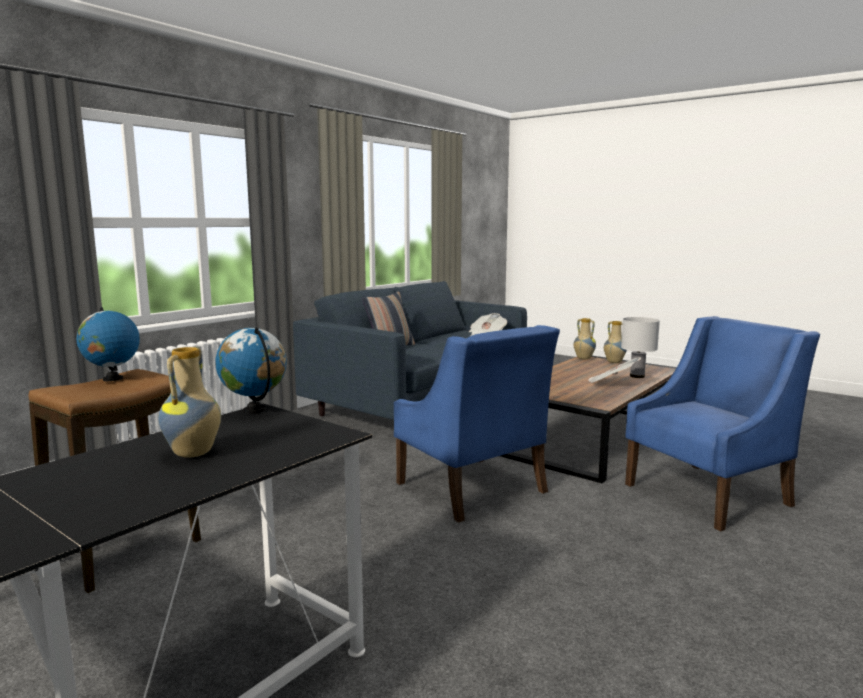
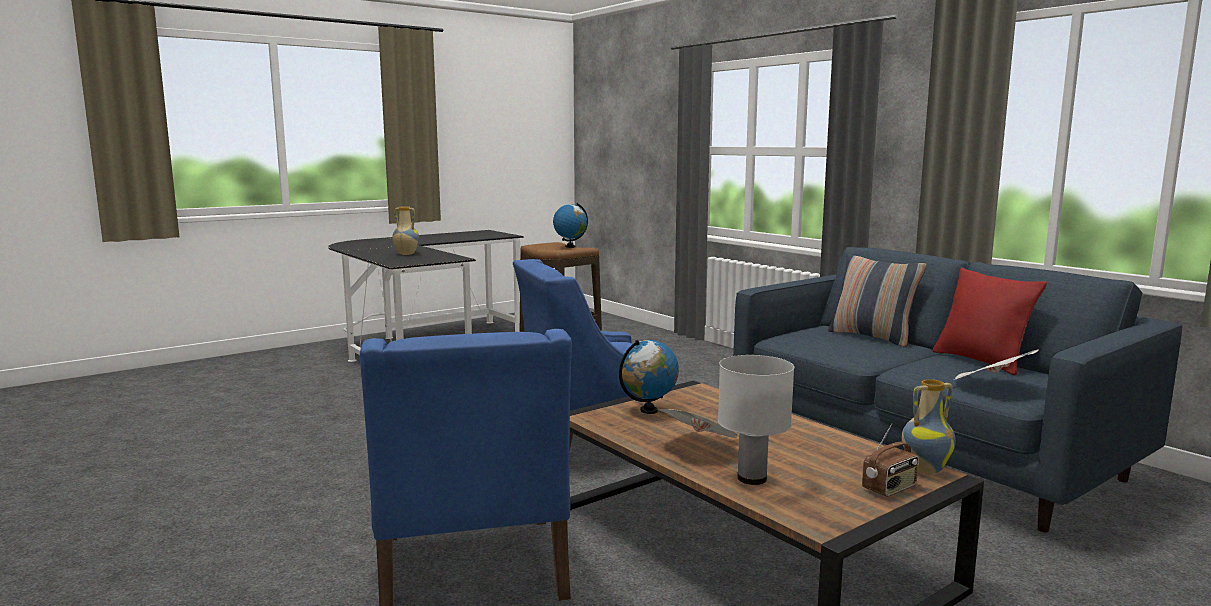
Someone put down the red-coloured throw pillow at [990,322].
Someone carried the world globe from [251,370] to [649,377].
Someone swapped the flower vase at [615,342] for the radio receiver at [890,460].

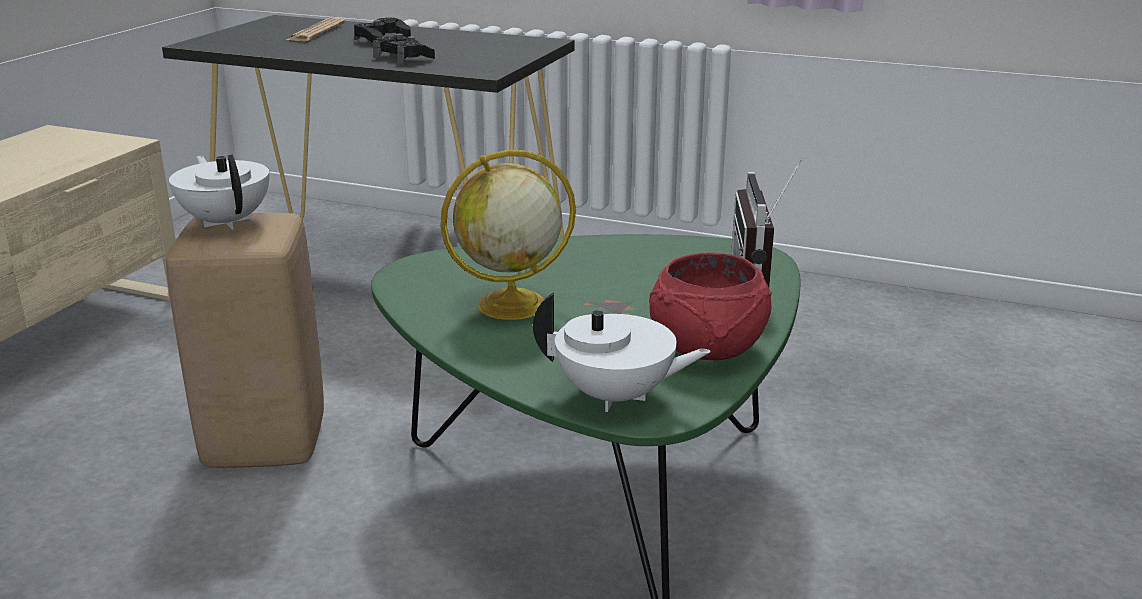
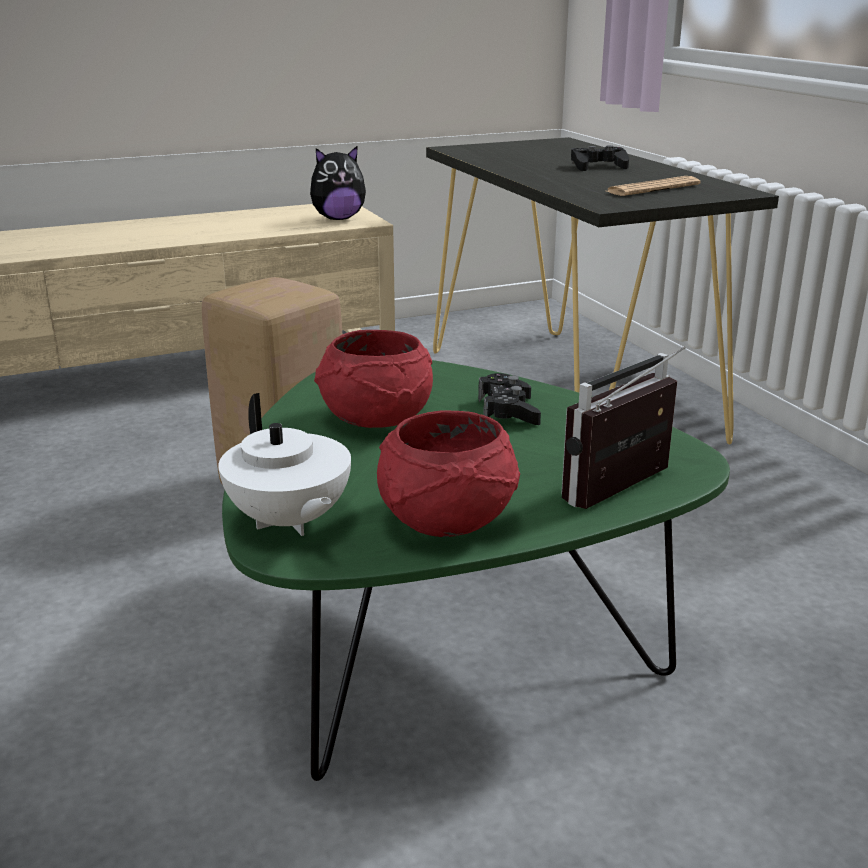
Someone took away the white pot for tea at [219,191].
Someone put down the cuddly toy at [338,183].
Someone carried the newspaper from [316,29] to [653,186].
Someone carried the black-coloured gamepad from [404,49] to [509,399].
Someone swapped the world globe at [508,235] for the red-coloured serving bowl at [373,379].

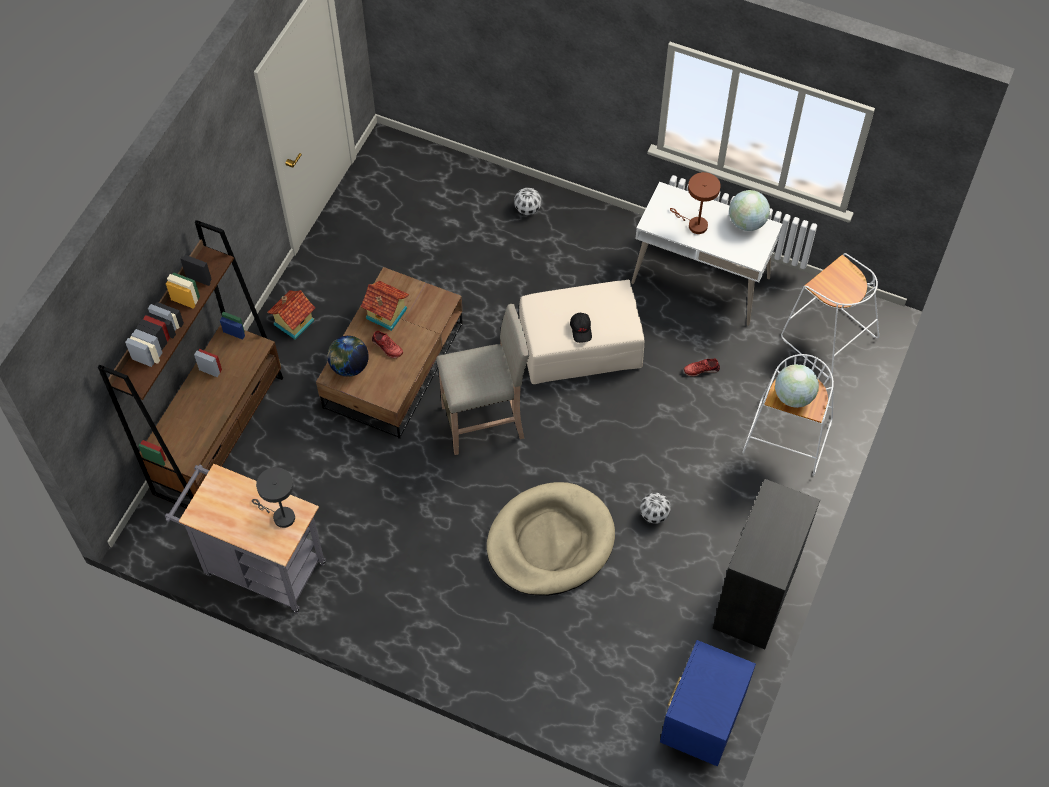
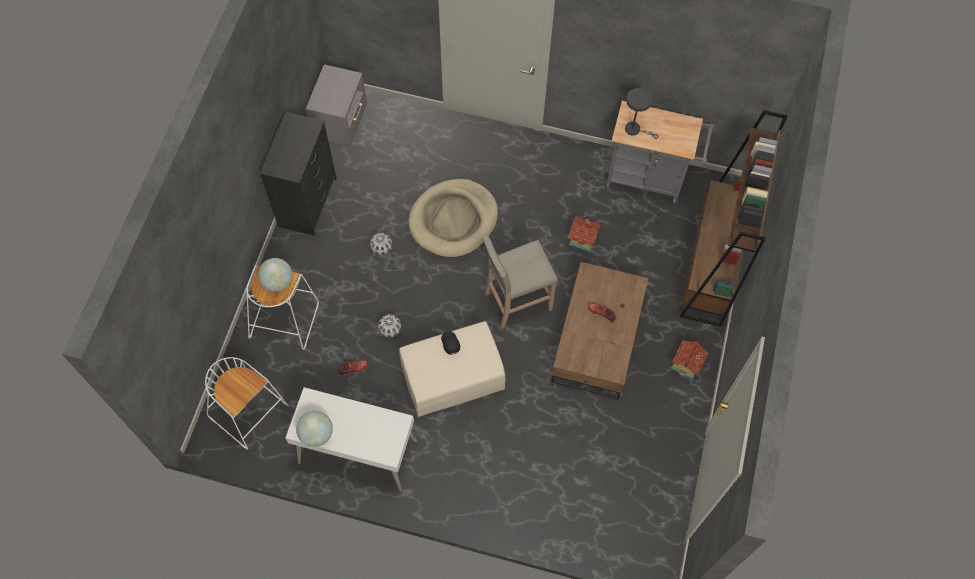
Someone took away the world globe at [348,356].
Someone took away the brownish lamp for a table at [695,203].
Someone carried the miniature house from [385,306] to [584,234].
Someone carried the football ball from [527,201] to [389,325].
Someone repainted the blue-coloured night table at [708,703], which became the greyish night table at [336,105].

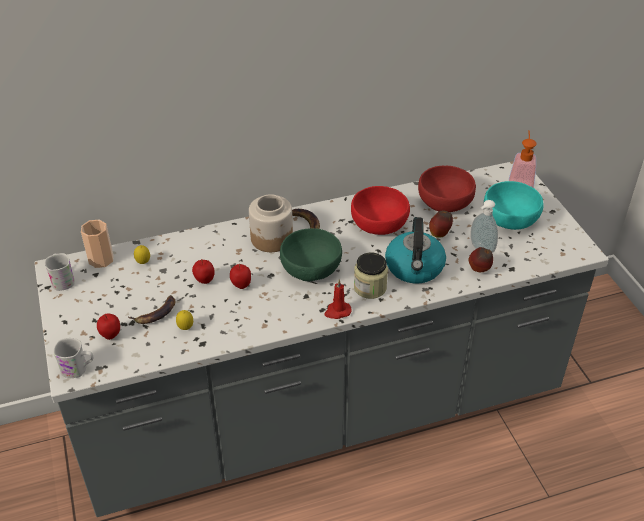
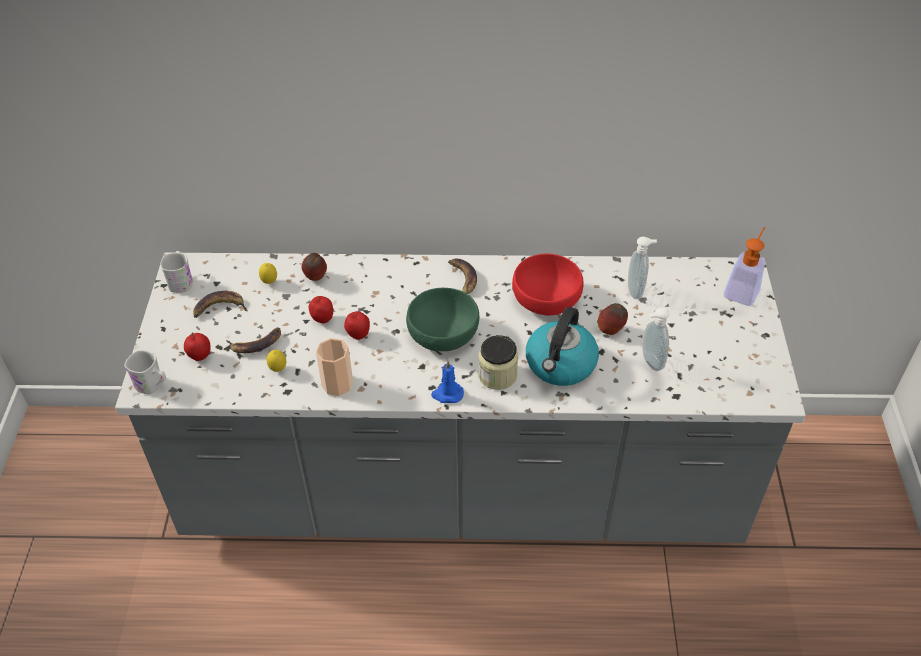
Someone took away the jar at [271,223].
Someone took away the turquoise-coloured serving bowl at [514,205].
Someone put down the whole banana at [220,304].
Someone carried the cup from [97,244] to [334,367].
Someone carried the whole apple from [480,259] to [314,267].
Someone swapped the red-coloured serving bowl at [447,189] for the liquid soap bottle at [642,268].
Someone repainted the red-coloured wax candle at [338,299], which became the blue-coloured wax candle at [447,382].

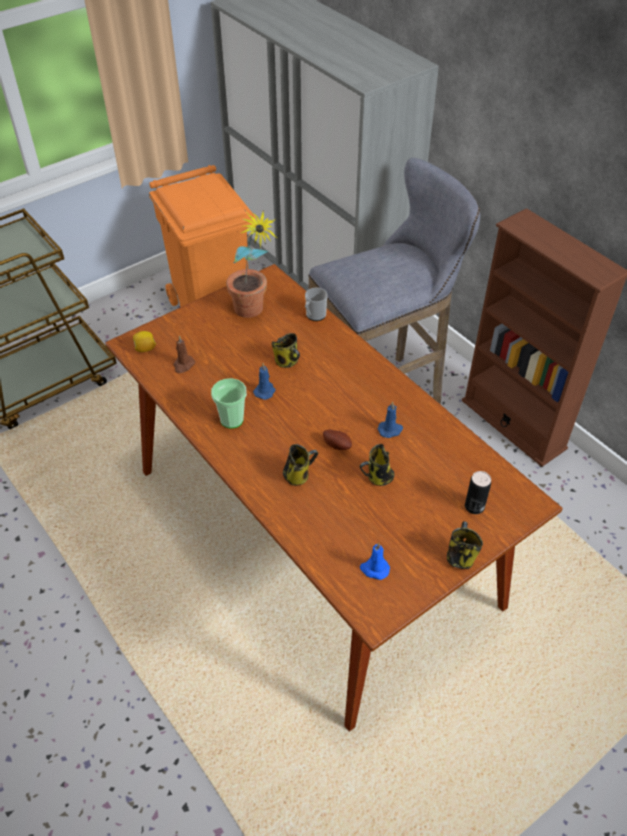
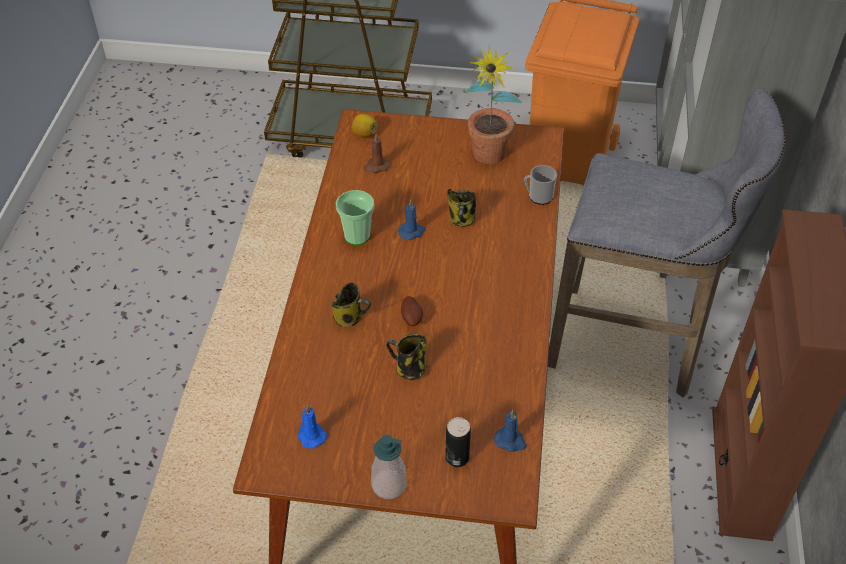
Someone carried the blue-coloured wax candle from [390,420] to [510,431].
Someone swapped the coffee mug at [465,545] for the liquid soap bottle at [389,467].

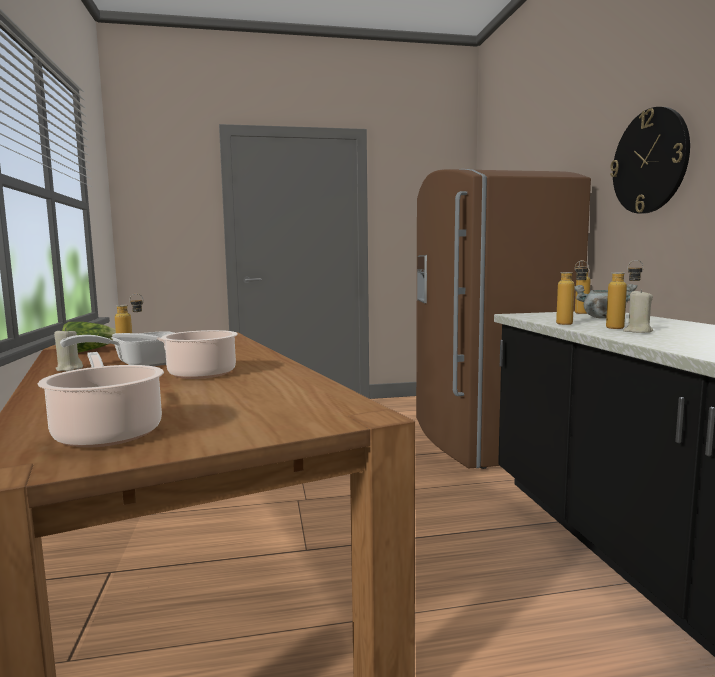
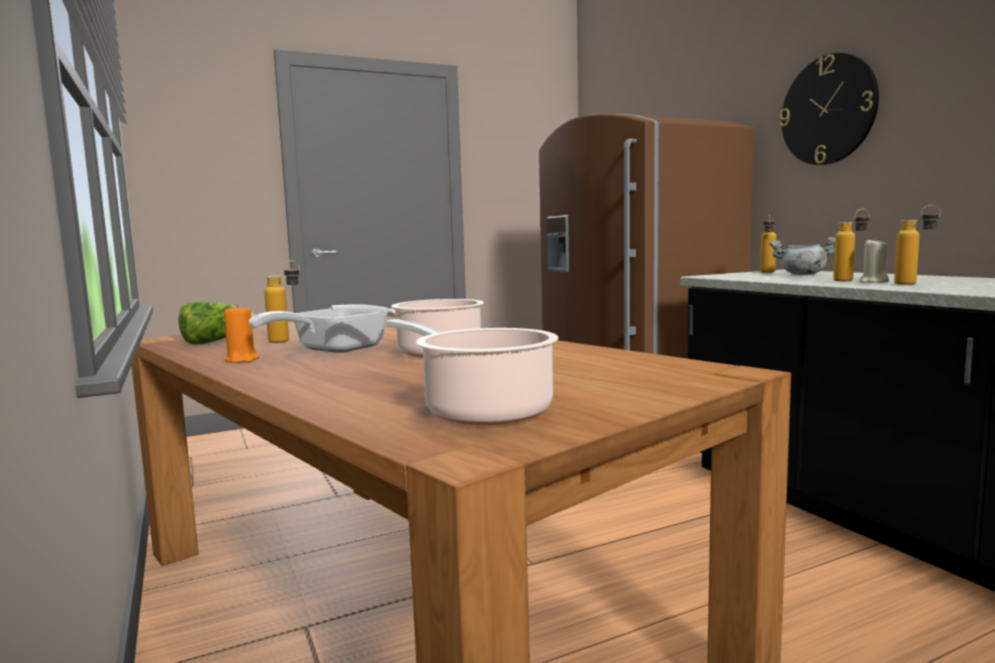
Someone carried the bottle from [572,292] to [917,245].
Someone repainted the sand-coloured wax candle at [68,349], which became the orangey wax candle at [241,333].

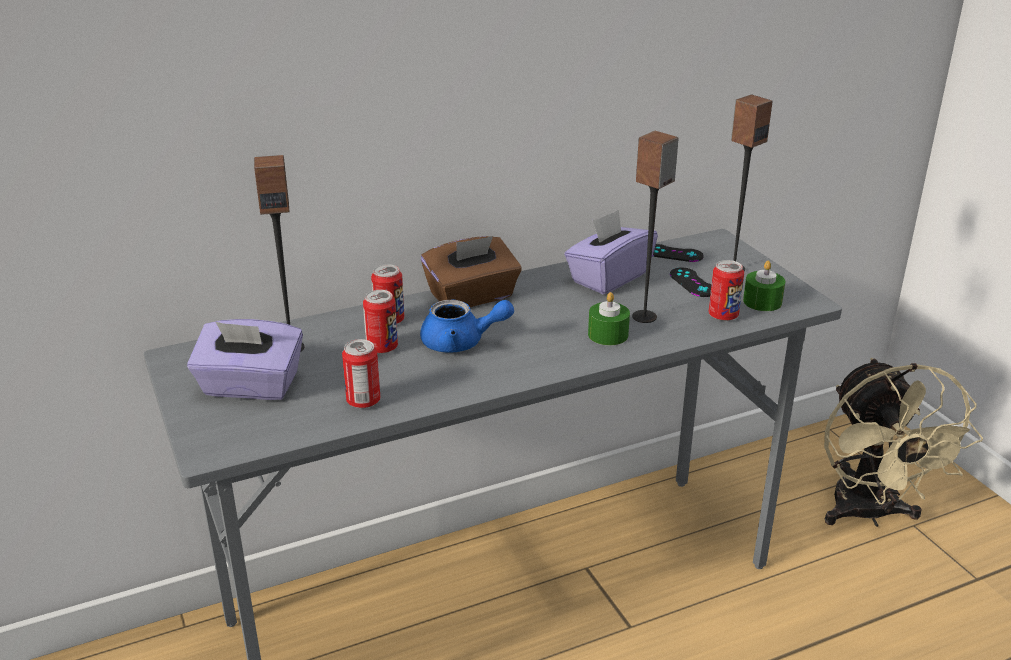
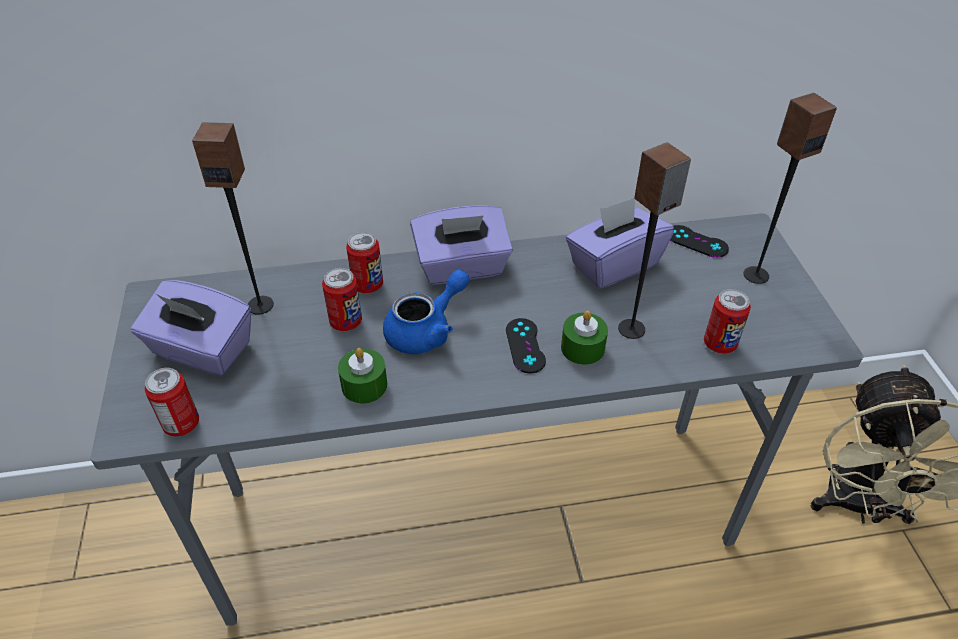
Someone carried the metal can from [361,373] to [172,402].
Someone carried the black-coloured gamepad from [690,282] to [526,345].
Someone carried the greenish wax candle from [764,286] to [362,376].
Someone repainted the brownish box of tissues at [471,271], which became the purple-coloured box of tissues at [461,245].
Someone rotated the blue-coloured pot for tea at [467,326] by 60 degrees counterclockwise.

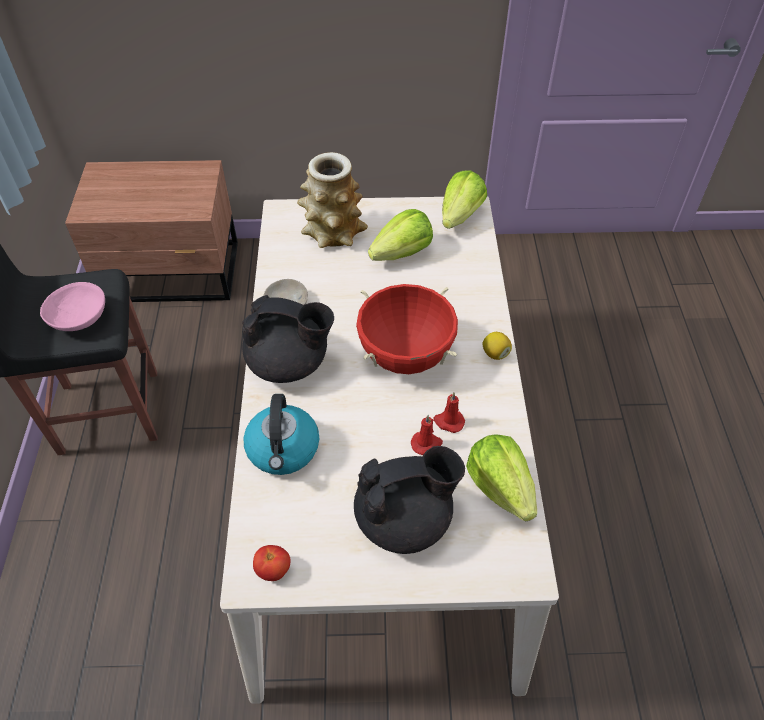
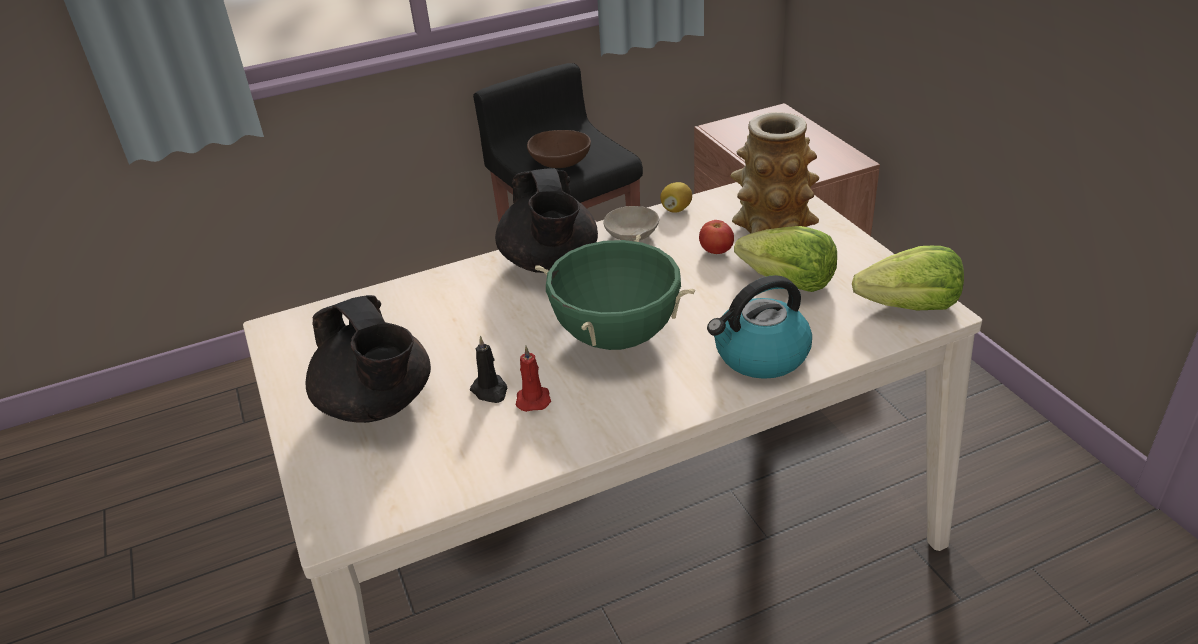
Someone took away the lettuce head at [501,477].
Someone carried the tea kettle from [281,434] to [759,327].
Someone carried the tomato from [271,563] to [716,237].
Someone carried the whole lemon from [497,346] to [676,197].
Someone repainted the pink serving bowl at [72,306], which became the brownish serving bowl at [559,149].
Someone repainted the red-coloured stockpot at [407,329], which became the greenish stockpot at [615,292].
Someone repainted the red-coloured wax candle at [427,435], which became the black-coloured wax candle at [489,369].

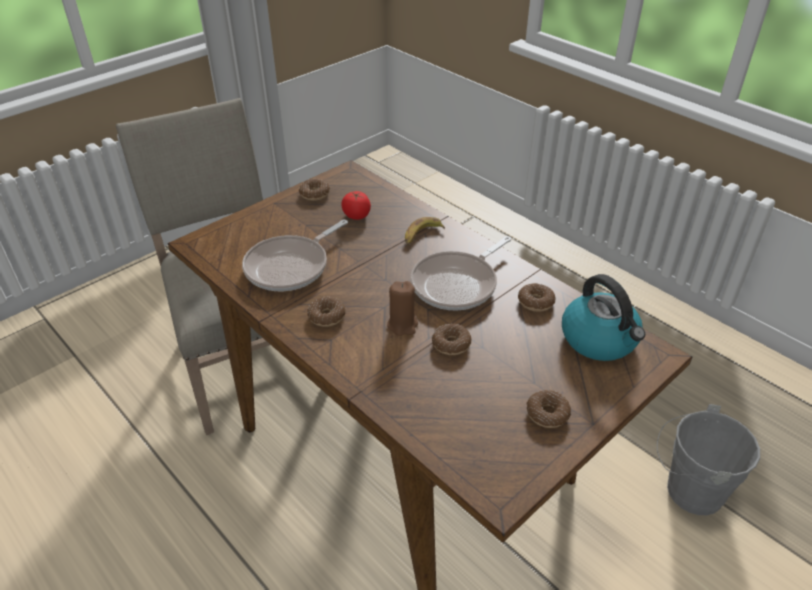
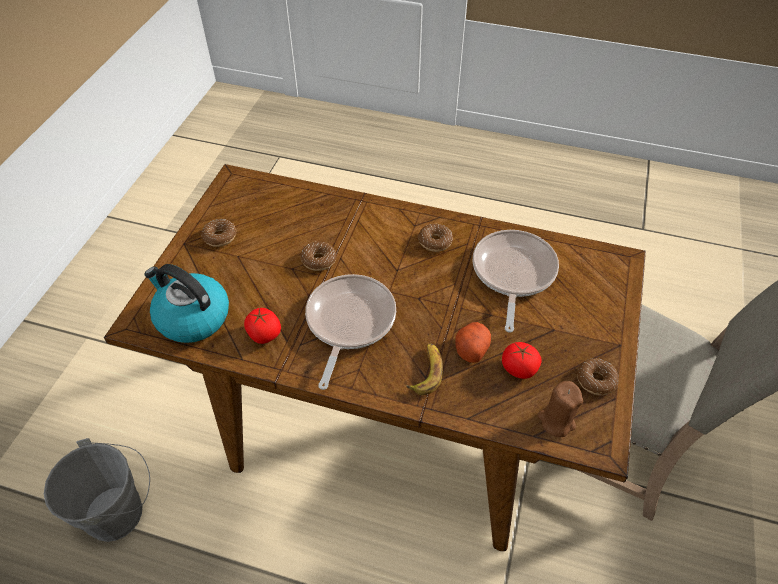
Someone put down the whole potato at [473,342].
Someone carried the brownish wax candle from [402,308] to [560,409].
Someone swapped the ring doughnut at [536,297] for the tomato at [262,326].

